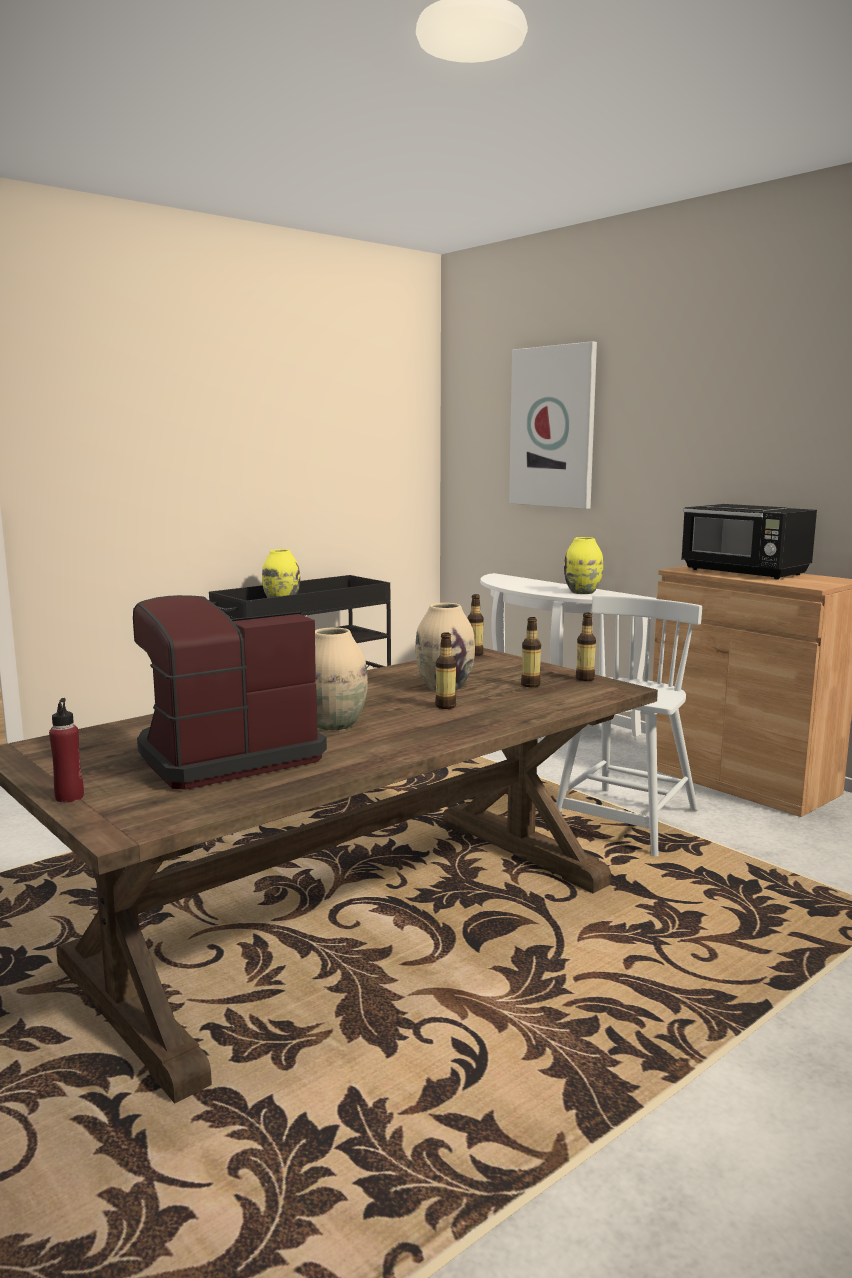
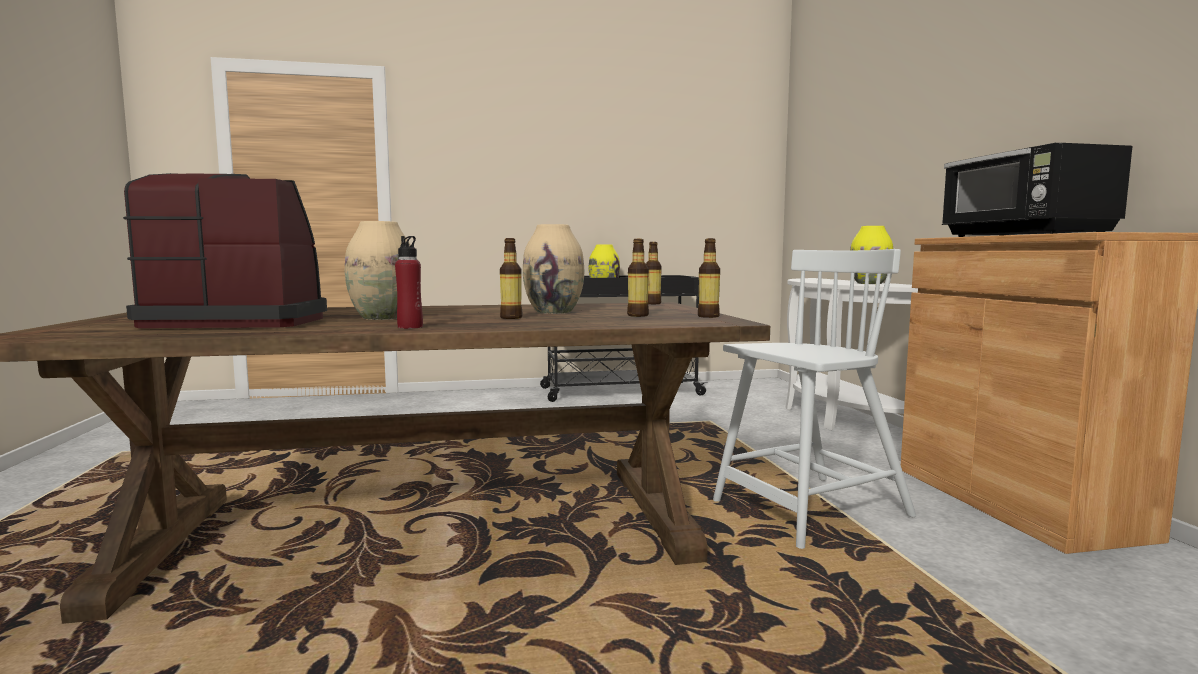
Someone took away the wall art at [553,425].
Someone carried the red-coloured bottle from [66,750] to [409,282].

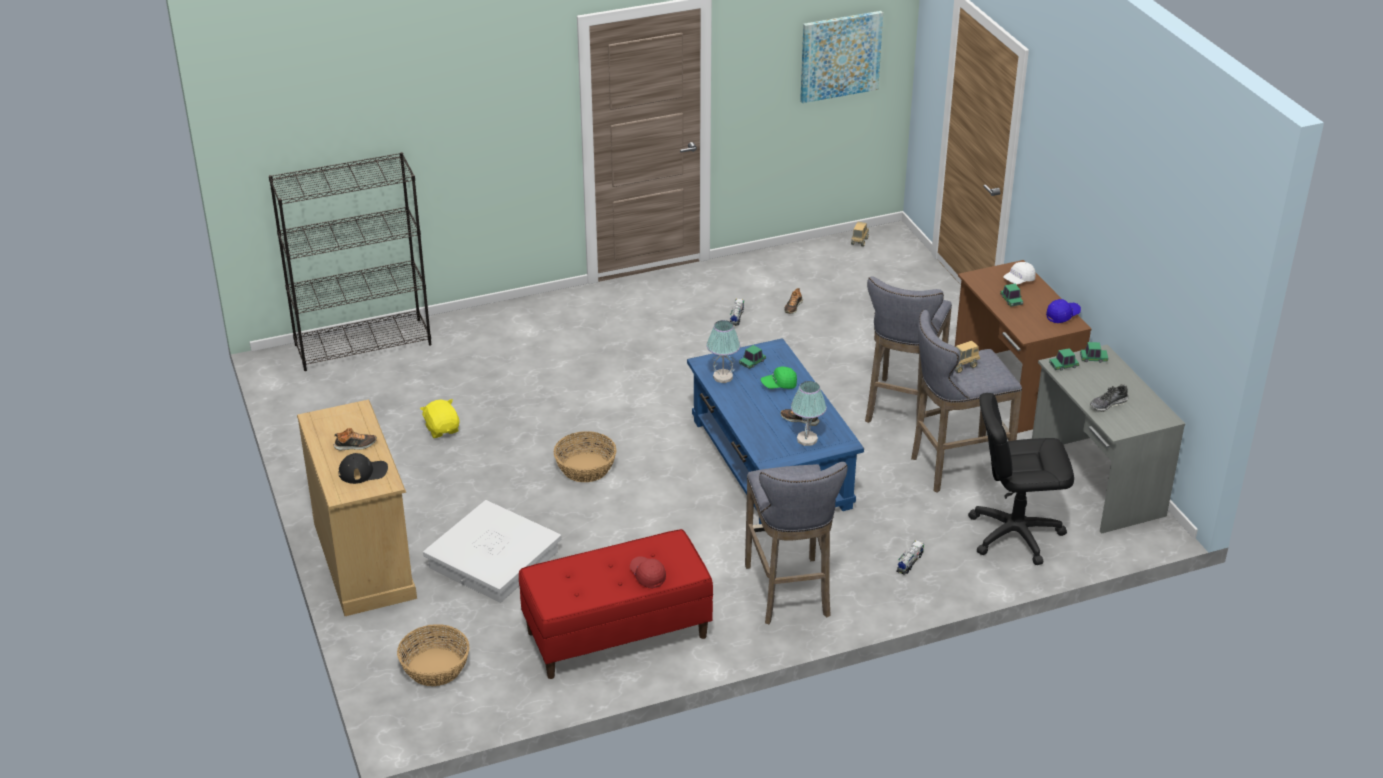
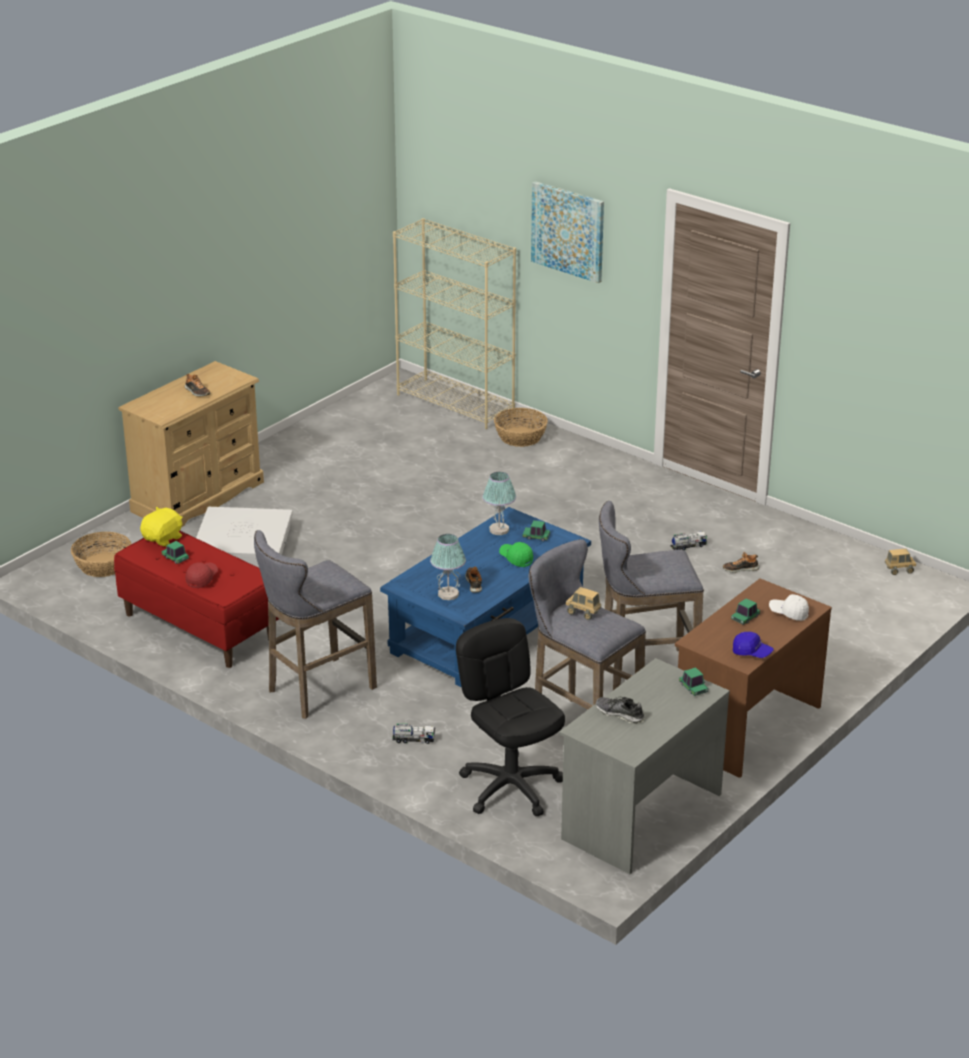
Someone took away the black-coloured baseball cap at [363,468].
Someone carried the yellow cuddly toy from [439,418] to [161,527].
Someone carried the household basket from [585,456] to [521,427].
Someone carried the wall art from [841,57] to [567,232].
Someone carried the toy car from [1064,359] to [175,552].
Someone repainted the black-coloured shelving unit at [350,261], which became the sand-coloured shelving unit at [454,323].

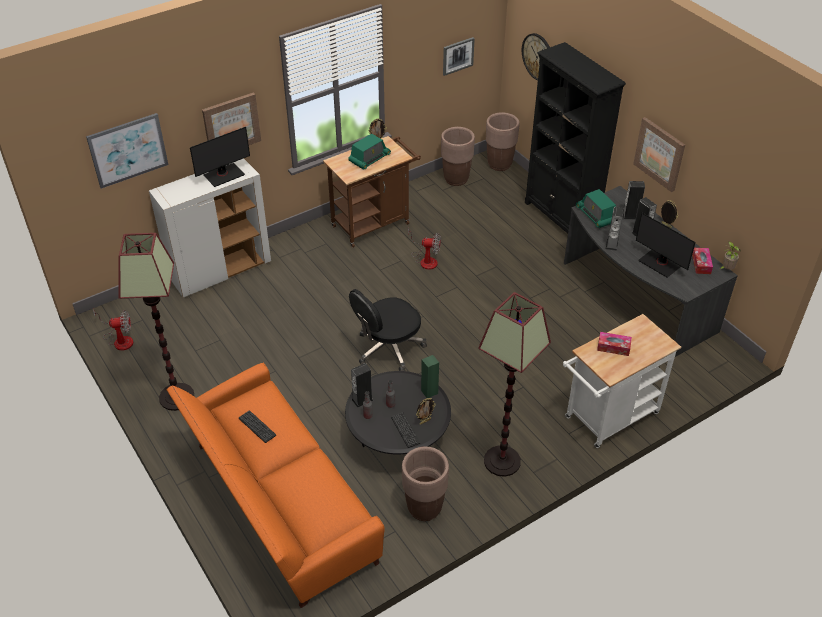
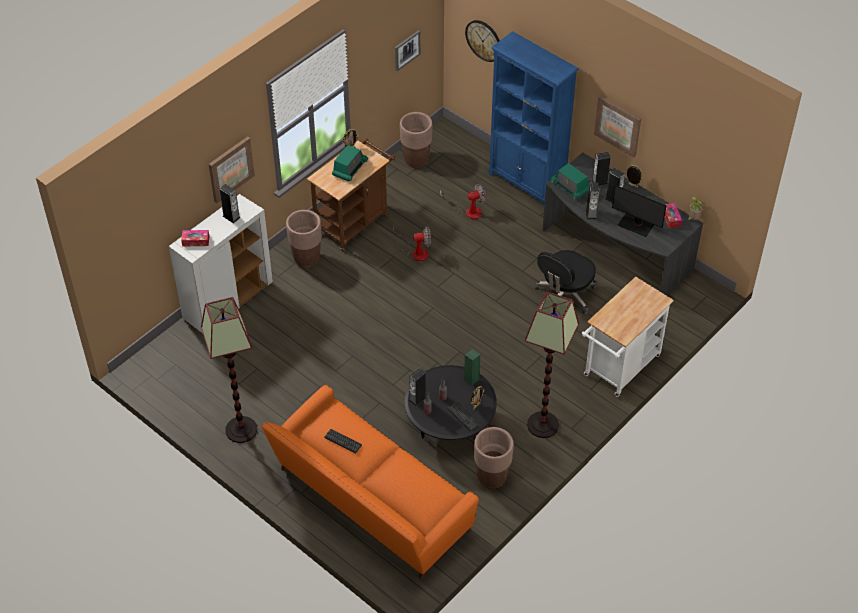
Someone took away the wall art at [127,151].
Someone carried the cooling fan from [113,330] to [463,201].
Someone carried the black-coloured office chair from [388,330] to [566,282].
Someone carried the brownish plant pot from [502,141] to [304,239].
Someone carried the box of tissues from [614,344] to [195,238].
Someone swapped the monitor at [220,157] for the audio speaker at [230,203].
Someone repainted the black-coloured shelving unit at [575,137], which became the blue-coloured shelving unit at [534,119].

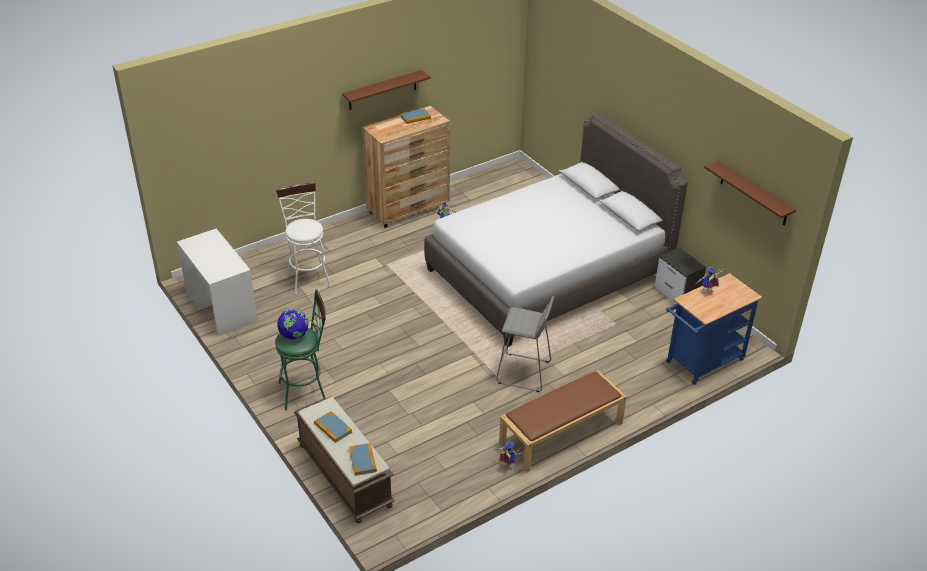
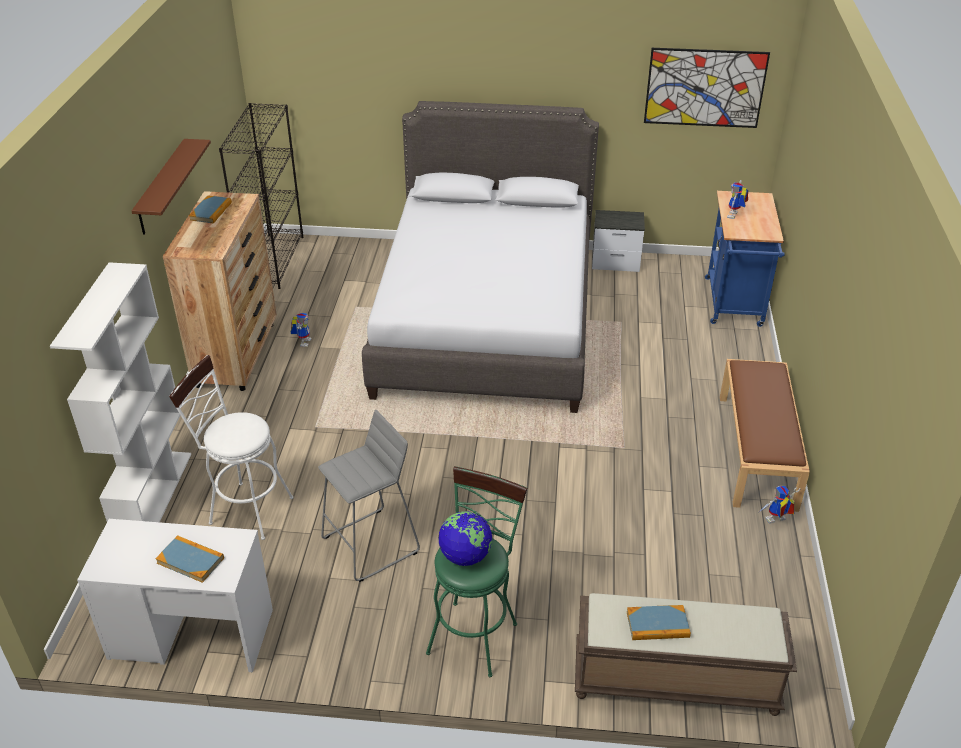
Someone put down the white shelving unit at [120,392].
Someone put down the black-coloured shelving unit at [261,196].
Someone carried the book from [363,459] to [190,559].
Someone carried the greyish sitting stool from [525,344] to [369,496].
Someone swapped the brownish bracket shelf at [750,193] for the wall art at [707,88].

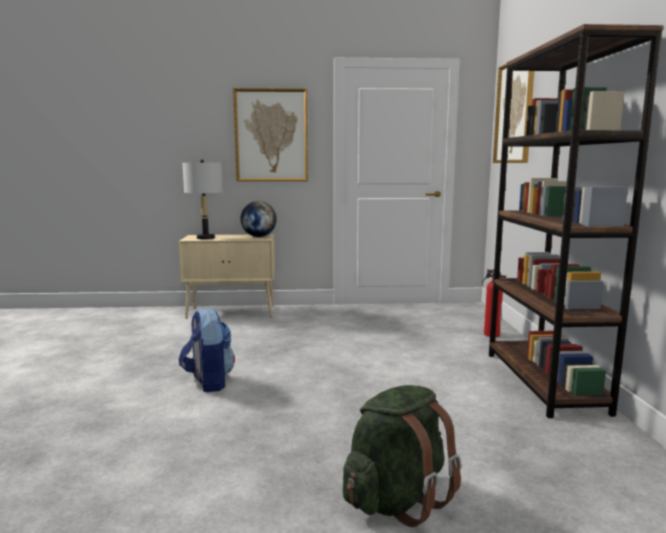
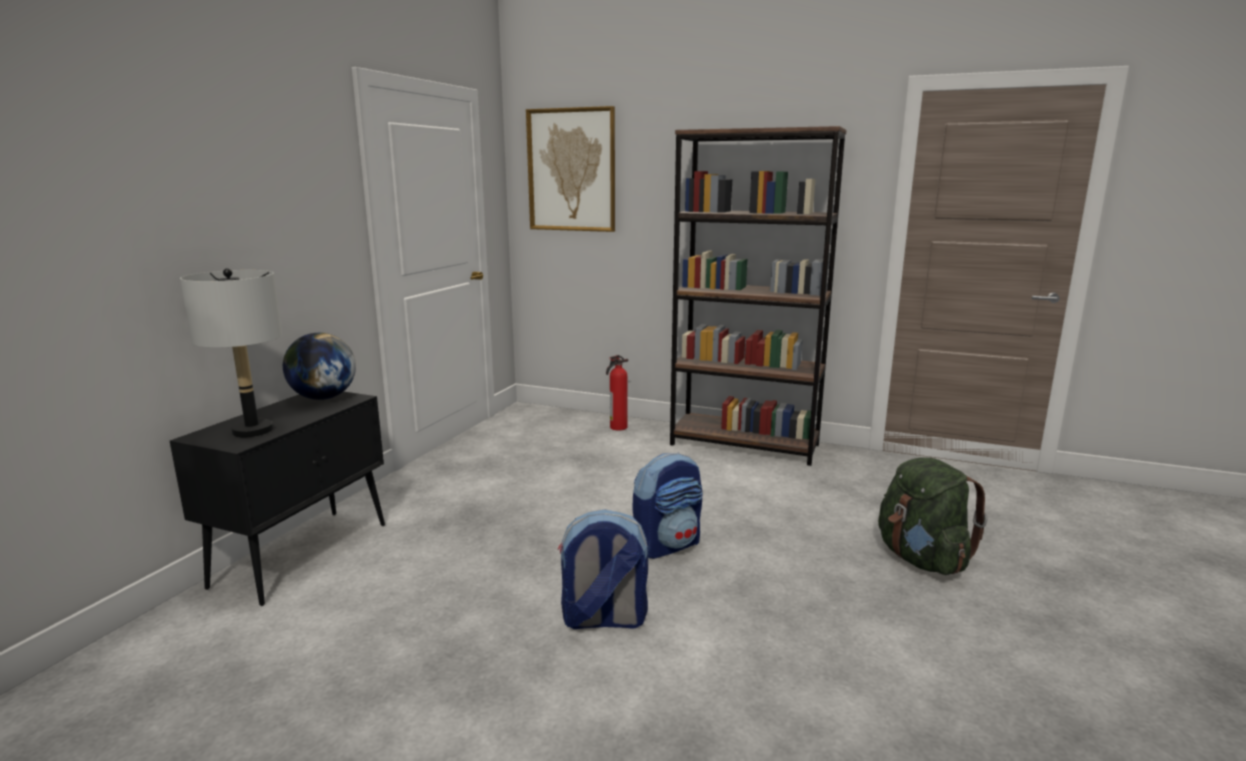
Someone took away the wall art at [270,134].
Someone put down the rucksack at [668,505].
Someone repainted the sand-coloured cupboard at [226,276], which became the black-coloured cupboard at [277,499].

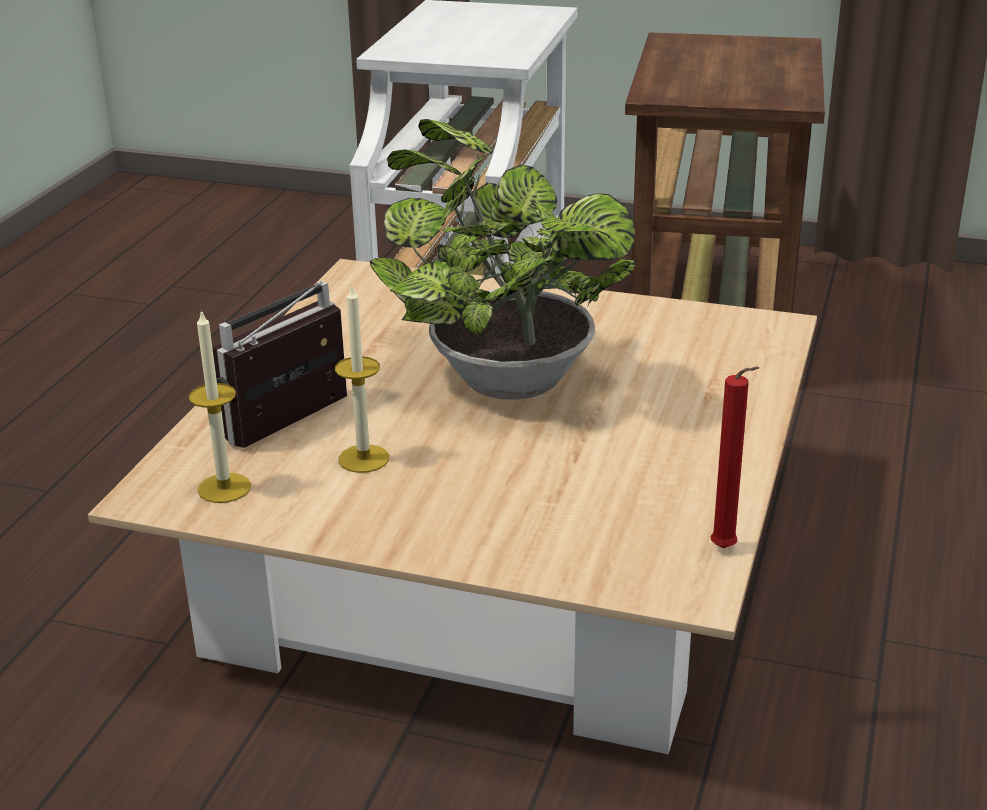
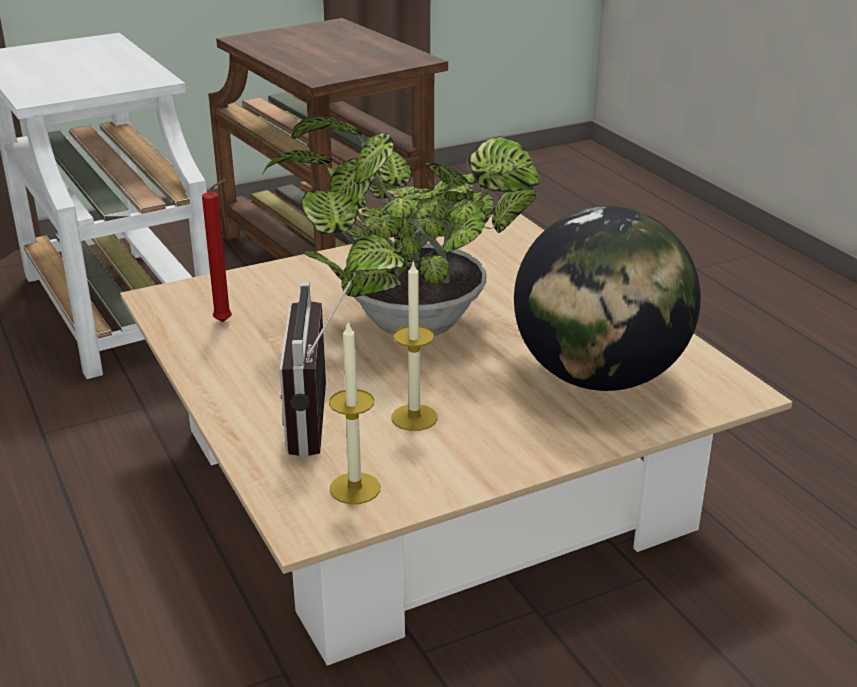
Someone put down the world globe at [607,298].
Someone carried the red-coloured wax candle from [735,457] to [217,250].

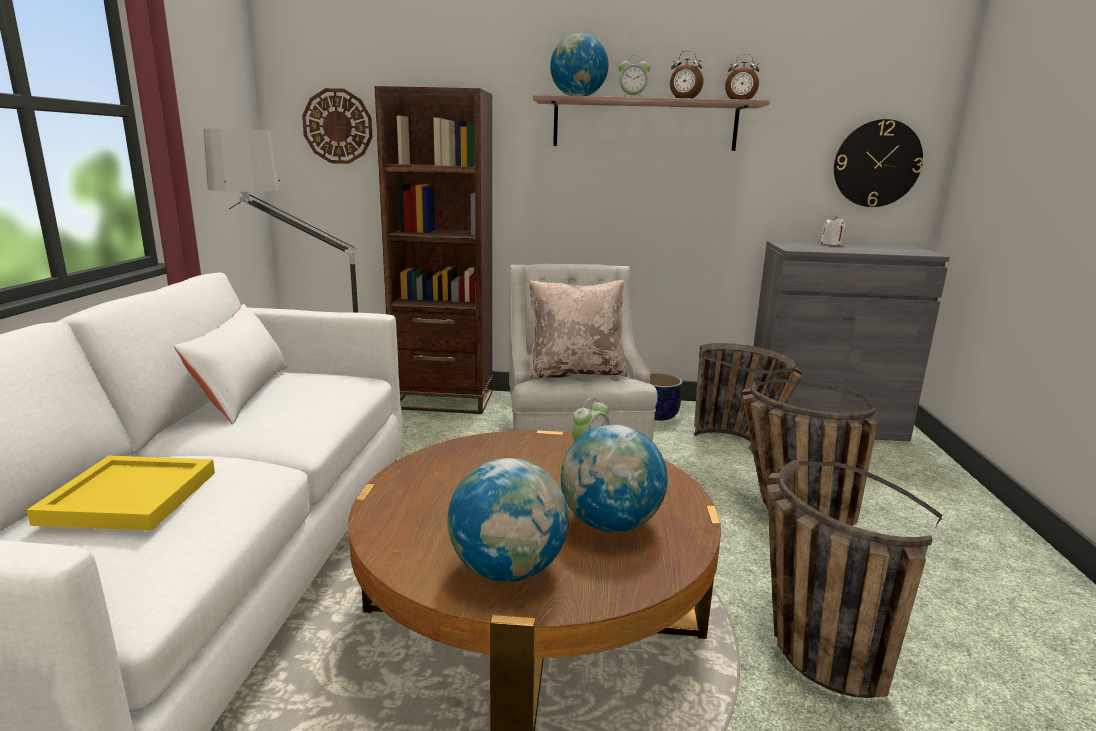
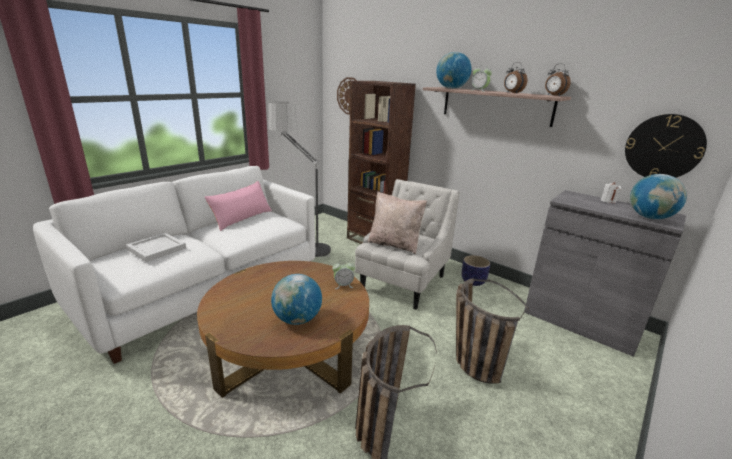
Someone took away the household basket at [748,398].
Someone carried the world globe from [508,520] to [658,196].
Someone repainted the yellow serving tray at [121,493], which became the white serving tray at [156,247].
Someone repainted the white throw pillow at [230,364], which became the pink throw pillow at [238,206].

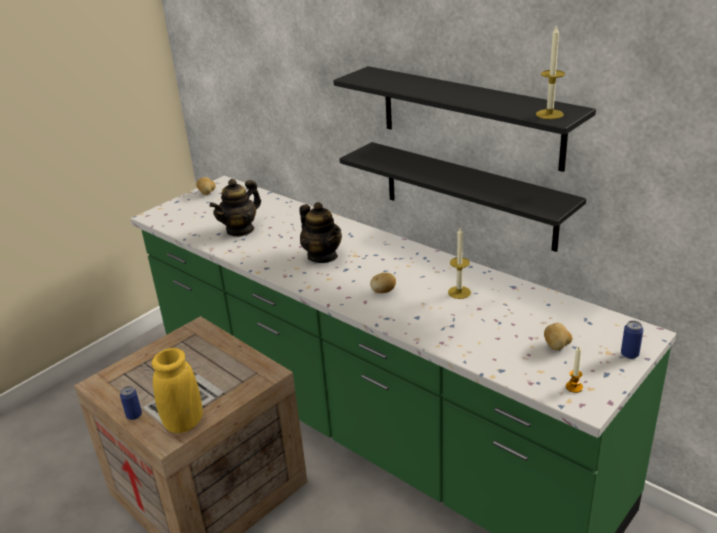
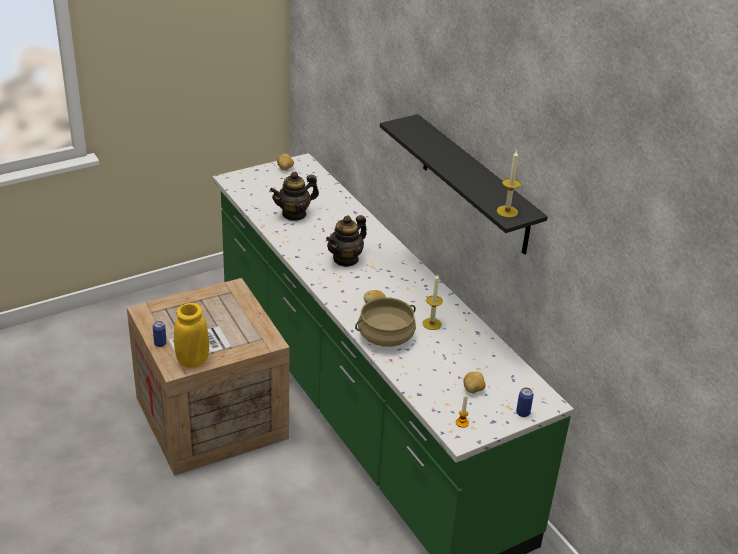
Someone took away the black-coloured bracket shelf at [462,197].
Someone put down the sand-coloured stockpot at [385,322].
Someone rotated the pot for tea at [320,232] by 60 degrees clockwise.

